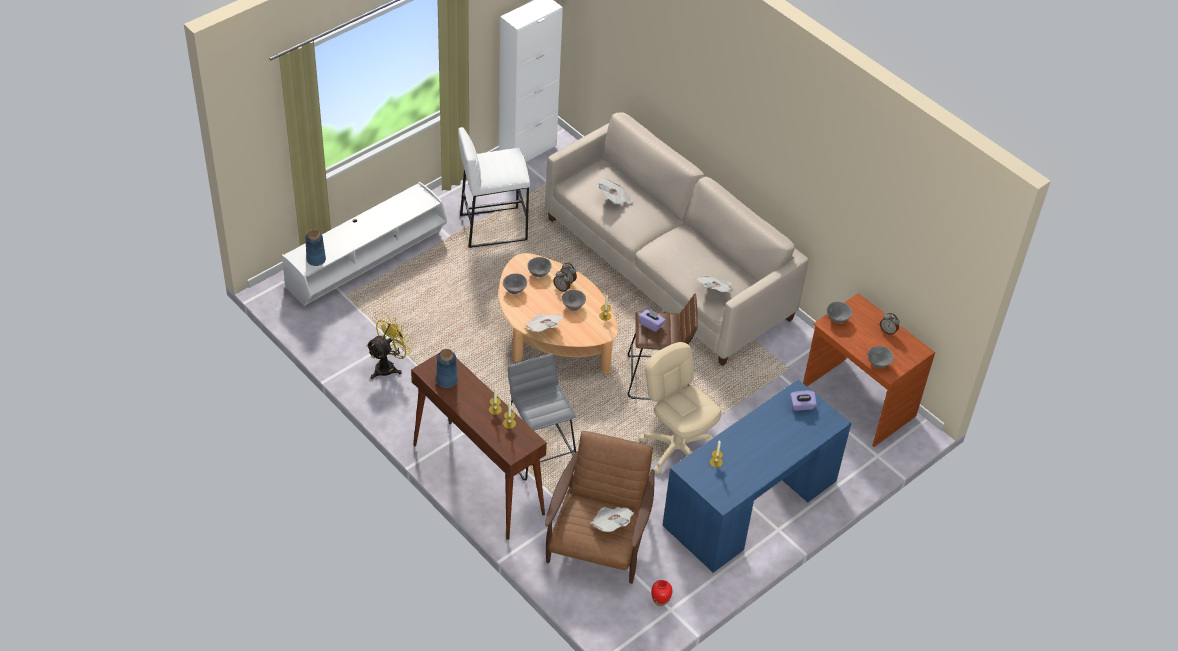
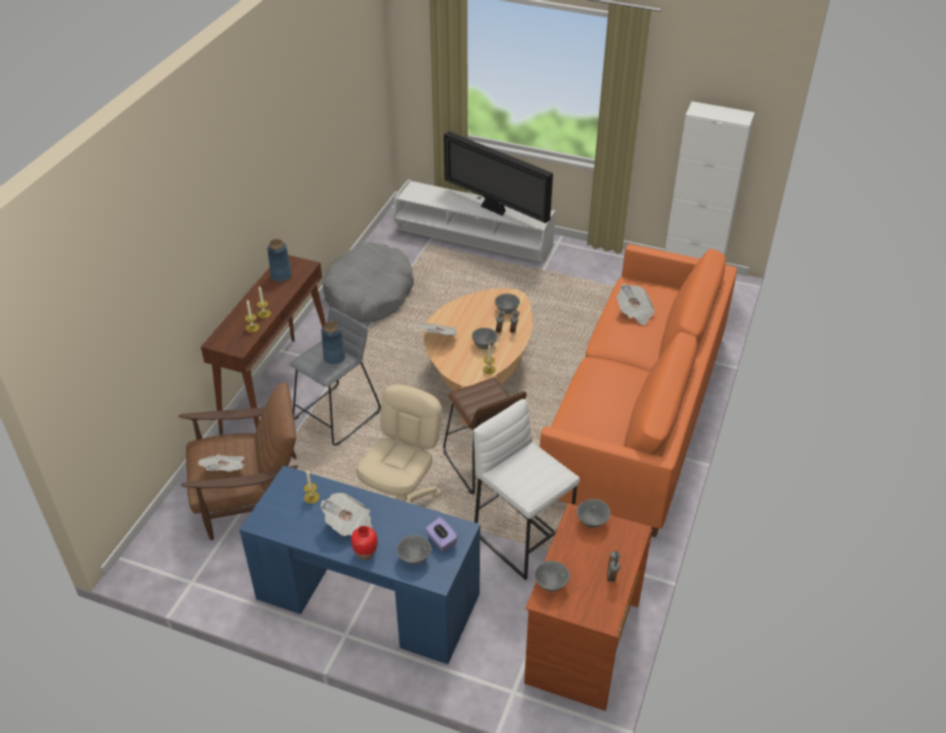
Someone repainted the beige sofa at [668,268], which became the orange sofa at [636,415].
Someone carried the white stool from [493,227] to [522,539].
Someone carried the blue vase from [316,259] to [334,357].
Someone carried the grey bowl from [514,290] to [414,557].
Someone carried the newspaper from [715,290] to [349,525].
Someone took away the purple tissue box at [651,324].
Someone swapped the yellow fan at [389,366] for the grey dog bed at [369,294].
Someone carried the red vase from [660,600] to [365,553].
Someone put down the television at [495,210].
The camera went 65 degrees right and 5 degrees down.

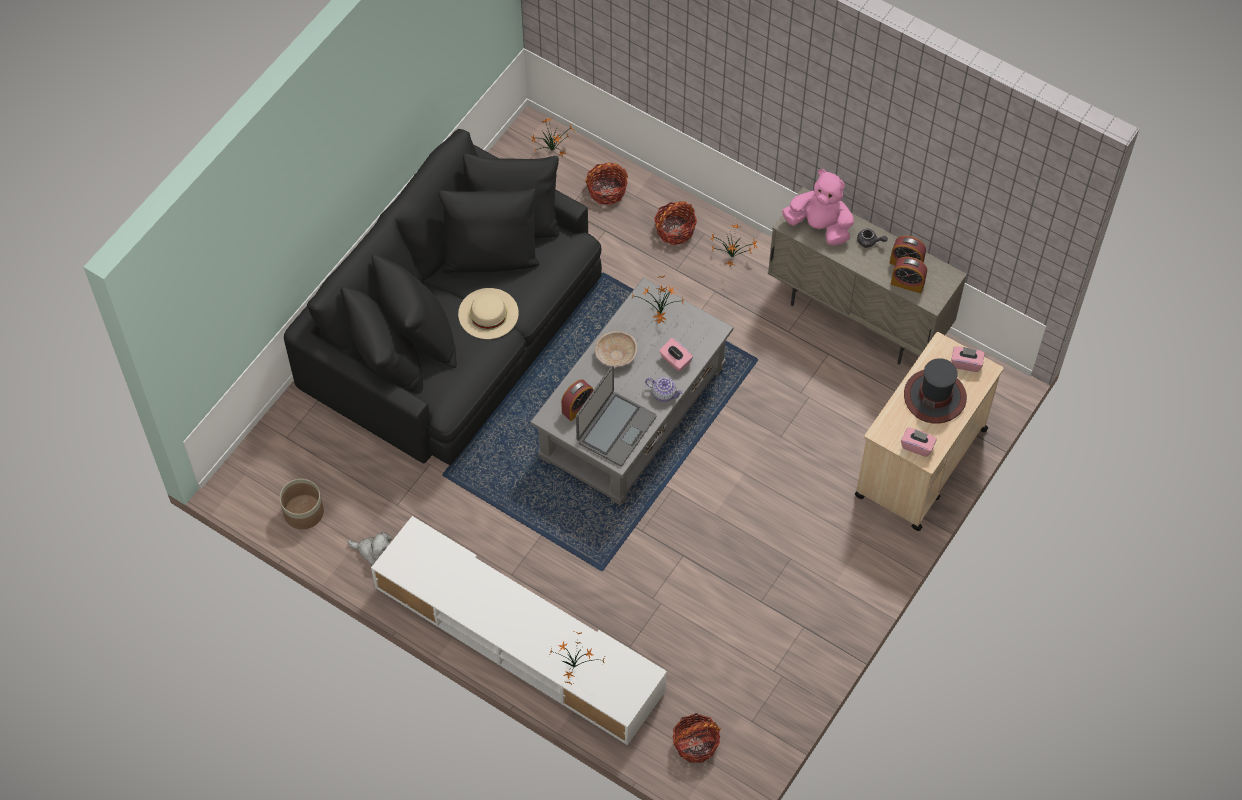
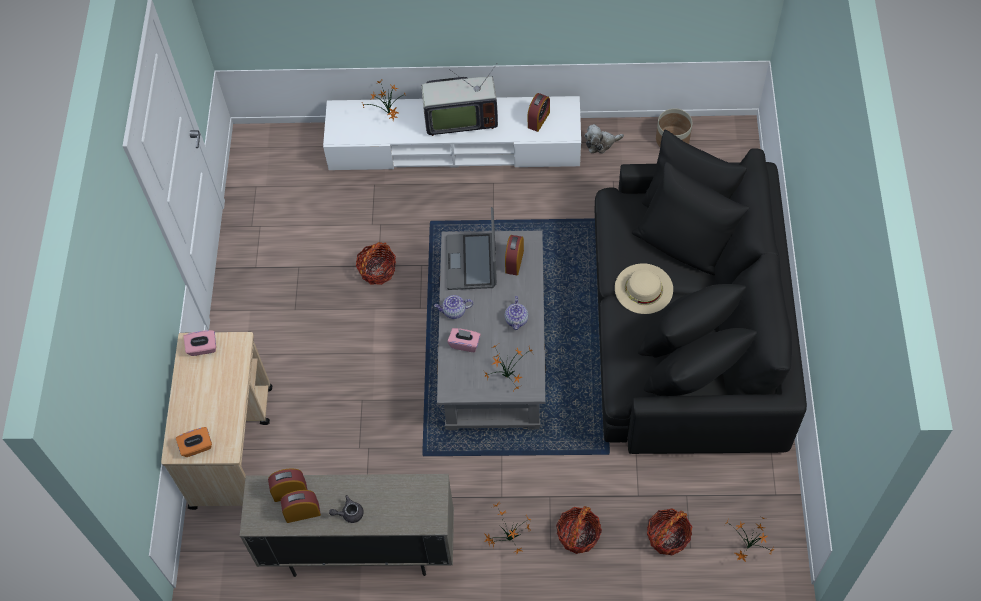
Someone took away the pink plush toy at [819,226].
Someone swapped the beige bowl at [615,355] for the teapot at [517,320].
Someone repainted the pink tissue box at [966,363], which became the orange tissue box at [197,447].
Someone took away the hat at [935,396].
Someone carried the basket from [695,744] to [377,270].
Someone put down the television at [459,119].
Someone put down the alarm clock at [538,120].
The camera went 150 degrees right and 0 degrees up.

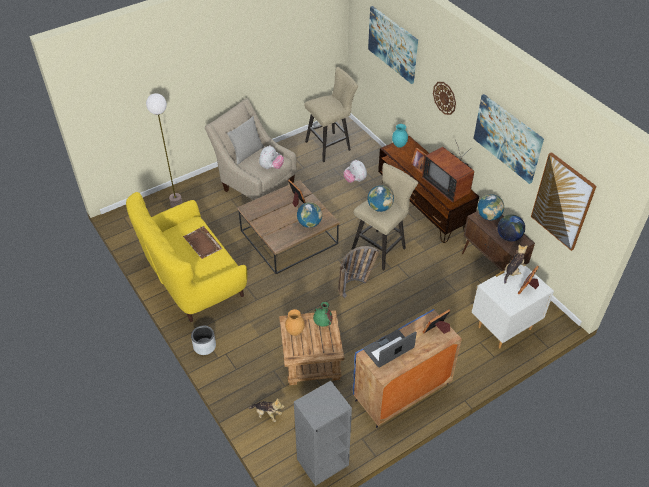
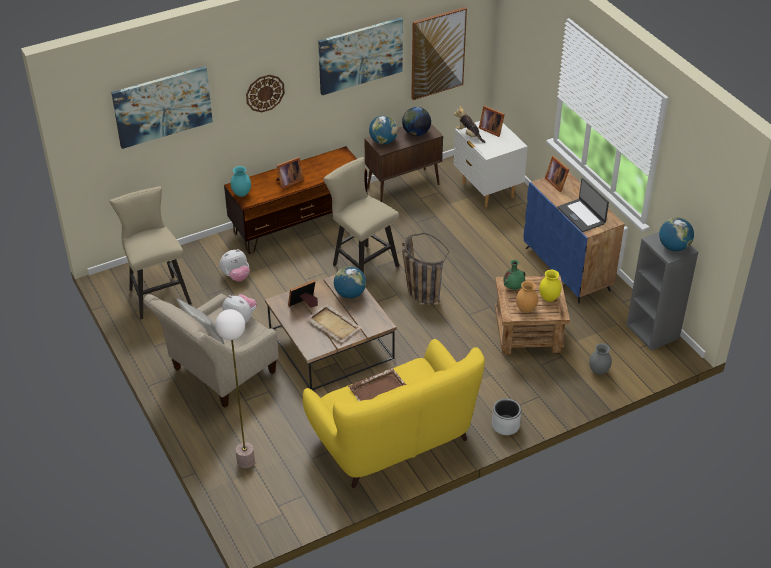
Someone took away the television at [447,186].
Someone carried the globe from [379,207] to [673,247].
Someone swapped the plush toy at [267,414] for the grey vase at [598,371].
Someone put down the yellow vase at [549,298].
Someone put down the beige tray at [333,324].
The camera went 85 degrees left and 5 degrees down.

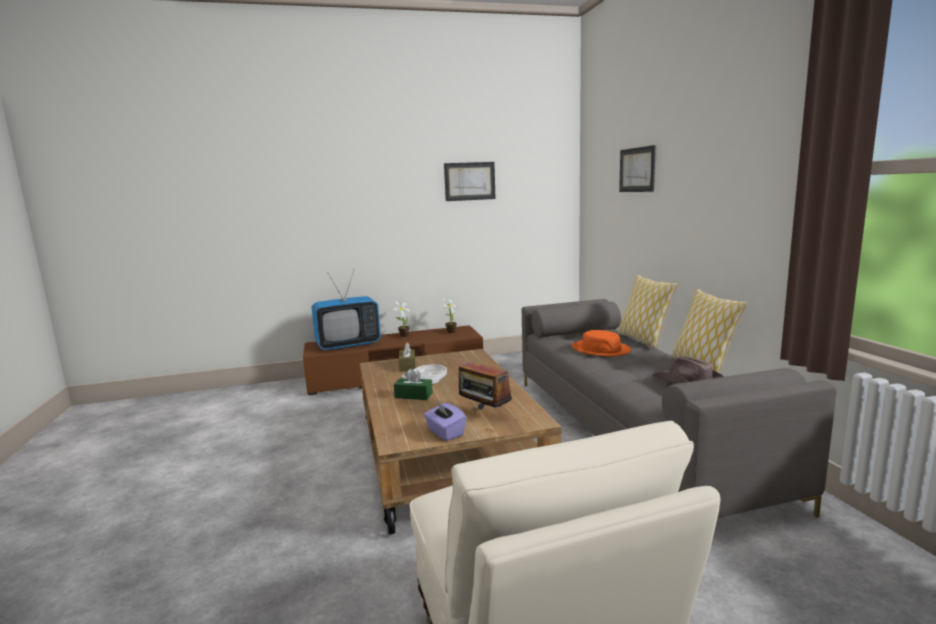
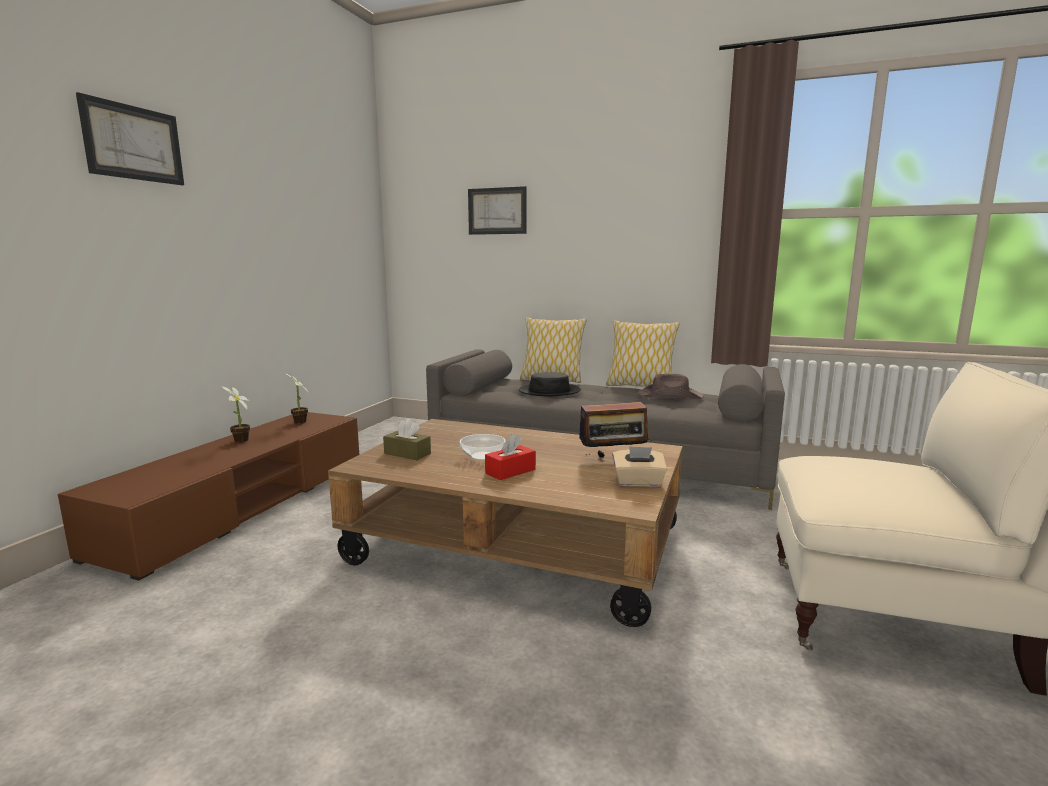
Someone carried the picture from [469,181] to [133,143].
Someone took away the television at [348,345].
Someone repainted the orange hat at [601,349], which became the black hat at [549,391].
Someone repainted the green tissue box at [413,395], which became the red tissue box at [510,471].
Someone repainted the purple tissue box at [445,433], which became the beige tissue box at [638,482].
The camera went 55 degrees left and 0 degrees up.

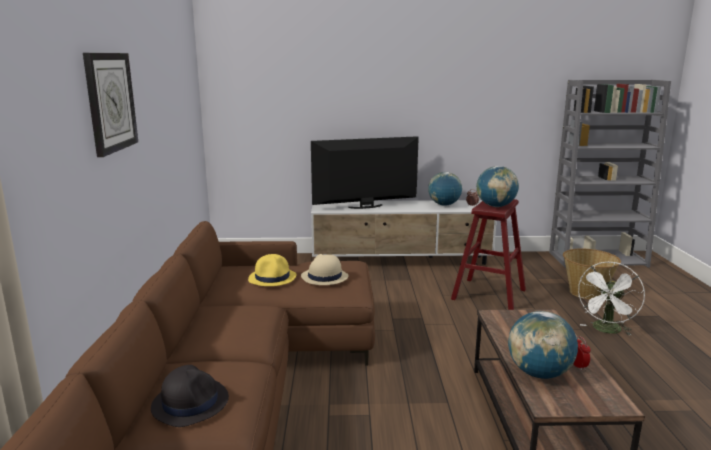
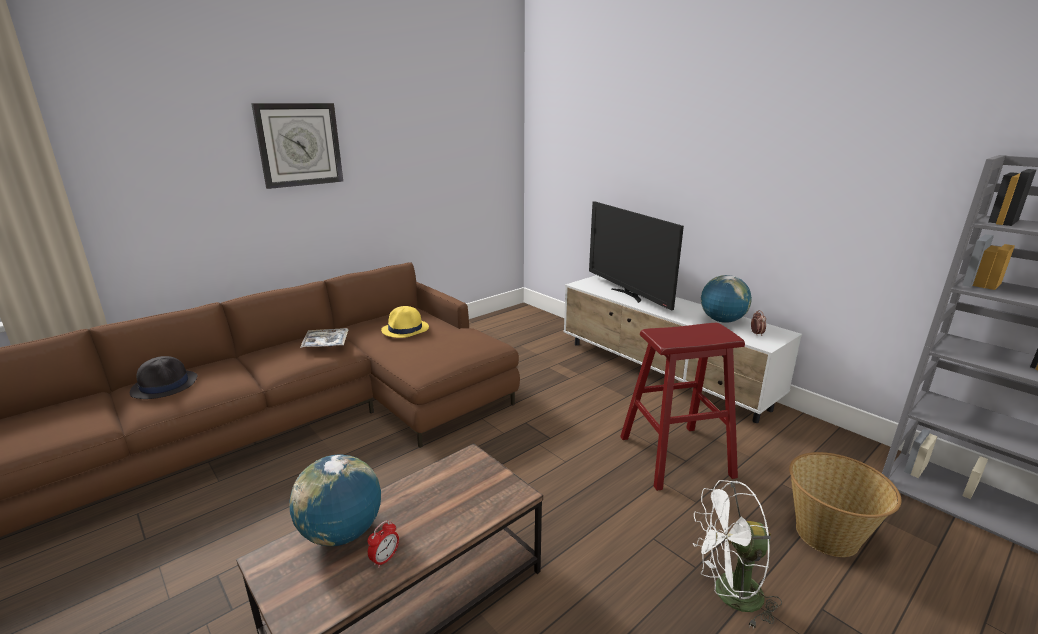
Someone rotated the television at [366,207] by 150 degrees counterclockwise.
Someone took away the globe at [495,206].
Someone took away the beige hat at [324,277].
Someone put down the tray at [326,343].
The camera went 50 degrees right and 5 degrees up.

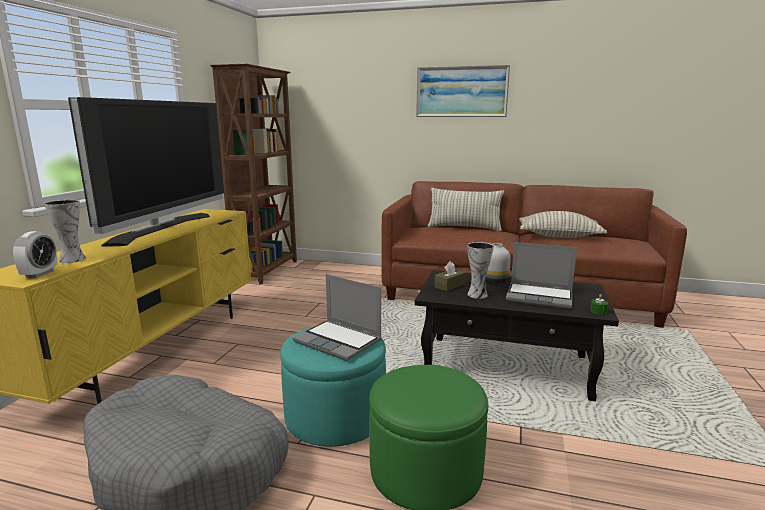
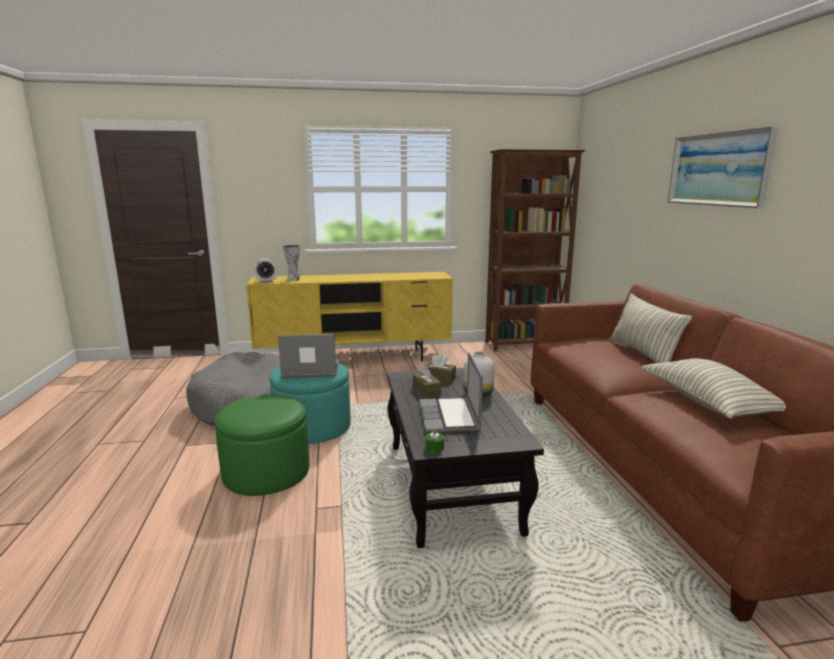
Someone took away the television at [162,228].
Someone swapped the vase at [478,294] for the brown tissue box at [426,391].
Someone rotated the laptop at [339,341] by 75 degrees clockwise.
The camera went 65 degrees right and 0 degrees up.

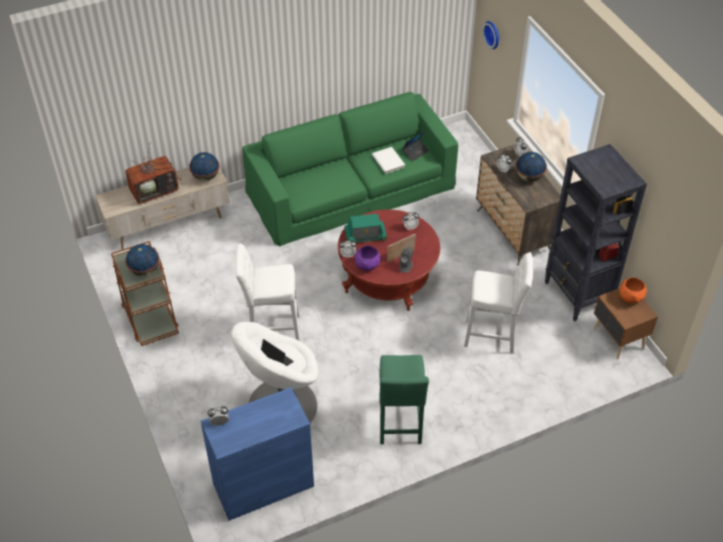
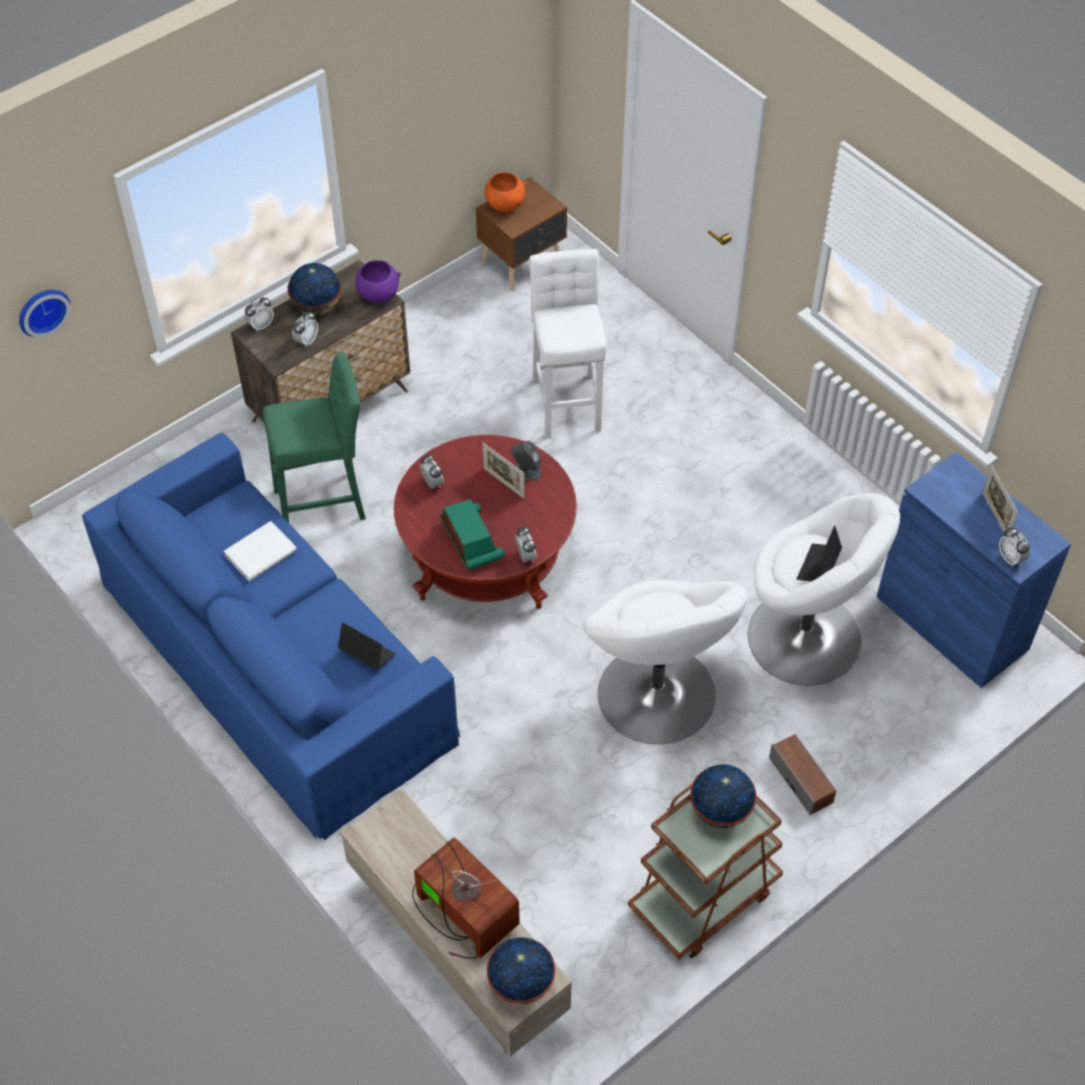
Someone repainted the green sofa at [351,188], which became the blue sofa at [275,659].
Someone carried the laptop from [415,152] to [367,654].
Someone took away the black bookcase at [577,295].
Someone carried the globe from [205,177] to [520,984].
Someone swapped the white stool at [271,328] for the white armchair at [656,696].
Someone carried the purple bowl from [367,266] to [378,295].
Someone carried the green stool from [400,425] to [325,502].
Someone put down the picture frame at [995,516].
Someone put down the speaker at [801,780].
The camera went 105 degrees left and 5 degrees up.

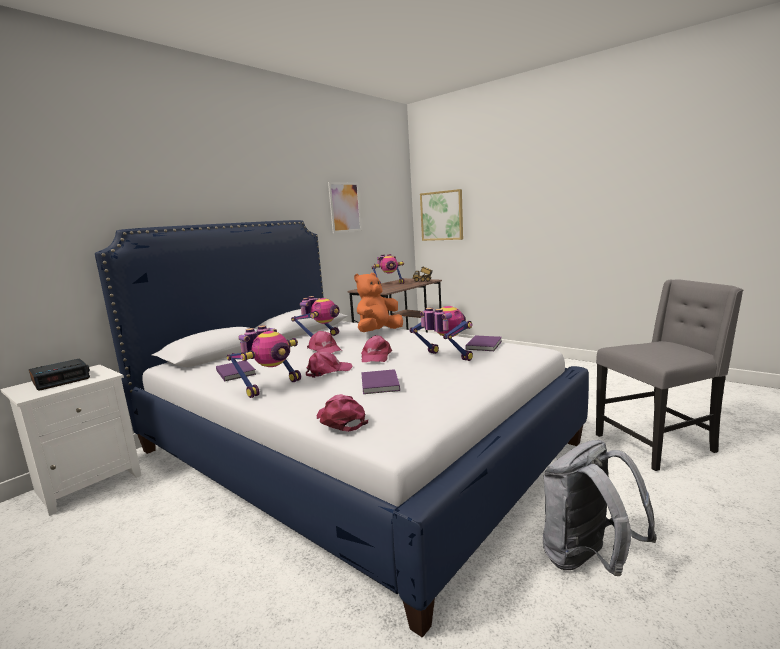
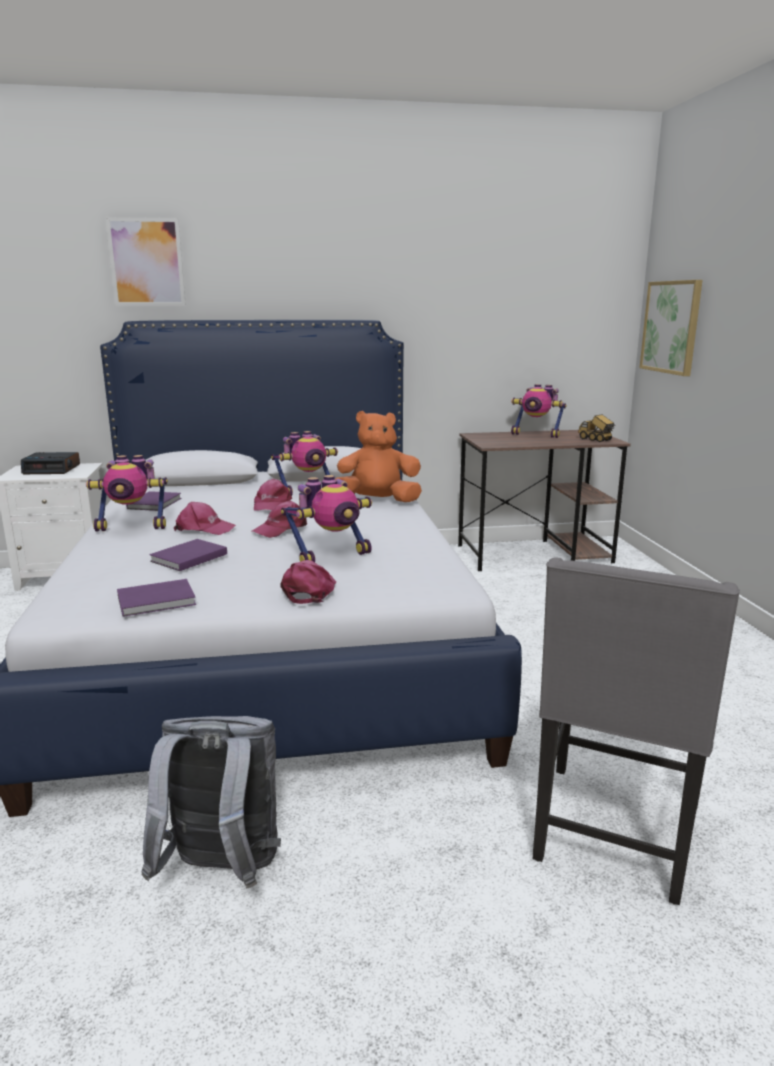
Someone carried the picture from [345,207] to [146,262].
Someone rotated the grey chair at [657,444] by 90 degrees clockwise.
Someone rotated the toy robot at [444,358] by 60 degrees clockwise.
Someone carried the purple book from [485,345] to [158,601].
Someone carried the pink cap from [341,420] to [310,590].
The camera went 40 degrees right and 5 degrees up.

